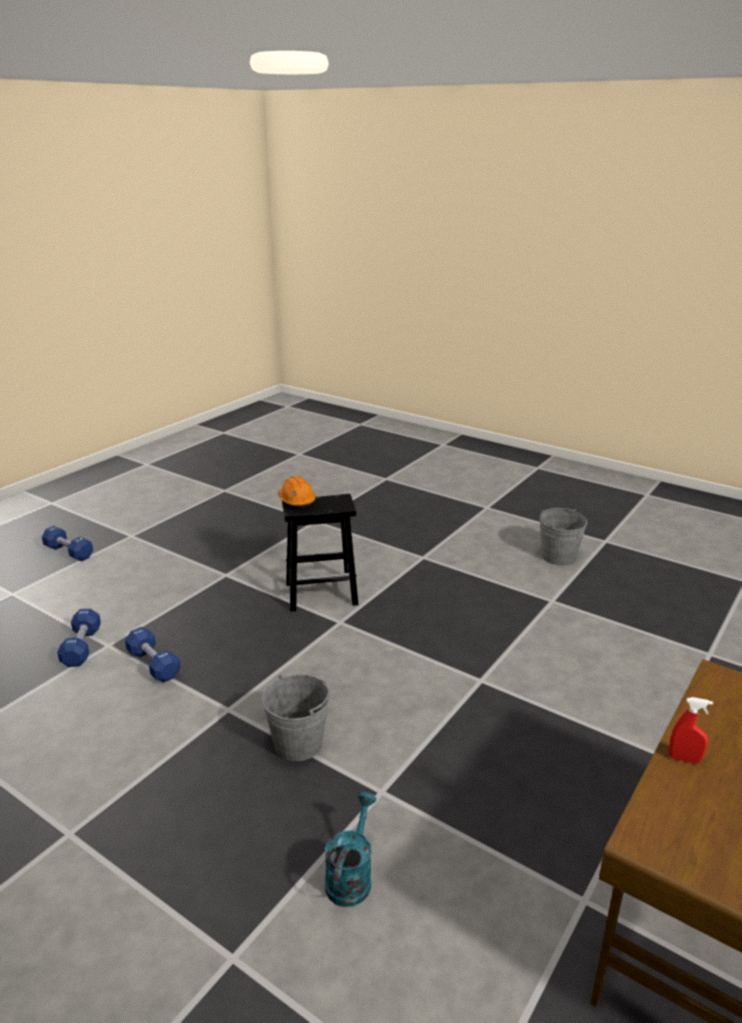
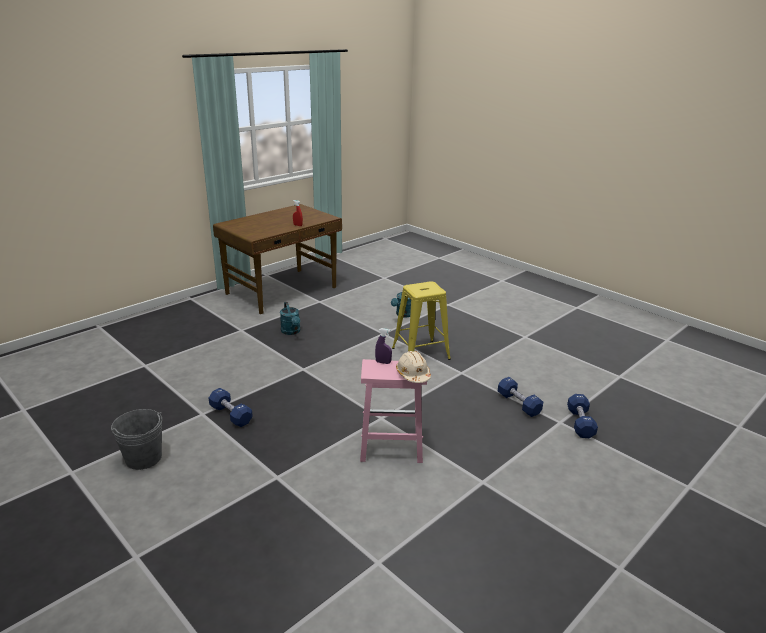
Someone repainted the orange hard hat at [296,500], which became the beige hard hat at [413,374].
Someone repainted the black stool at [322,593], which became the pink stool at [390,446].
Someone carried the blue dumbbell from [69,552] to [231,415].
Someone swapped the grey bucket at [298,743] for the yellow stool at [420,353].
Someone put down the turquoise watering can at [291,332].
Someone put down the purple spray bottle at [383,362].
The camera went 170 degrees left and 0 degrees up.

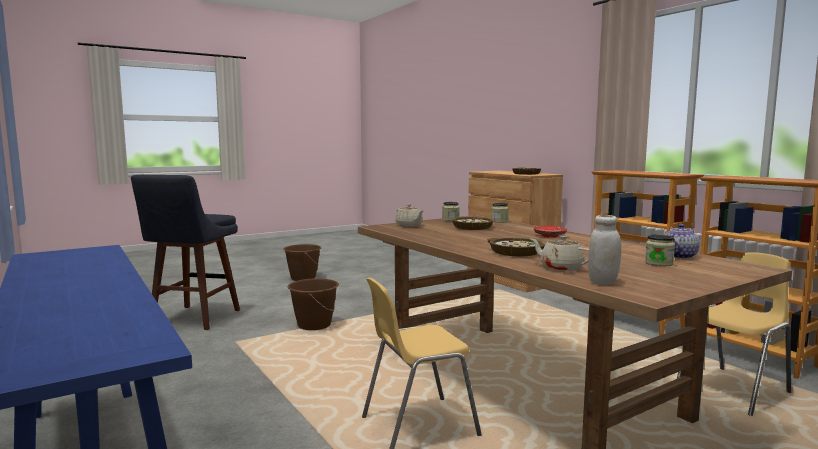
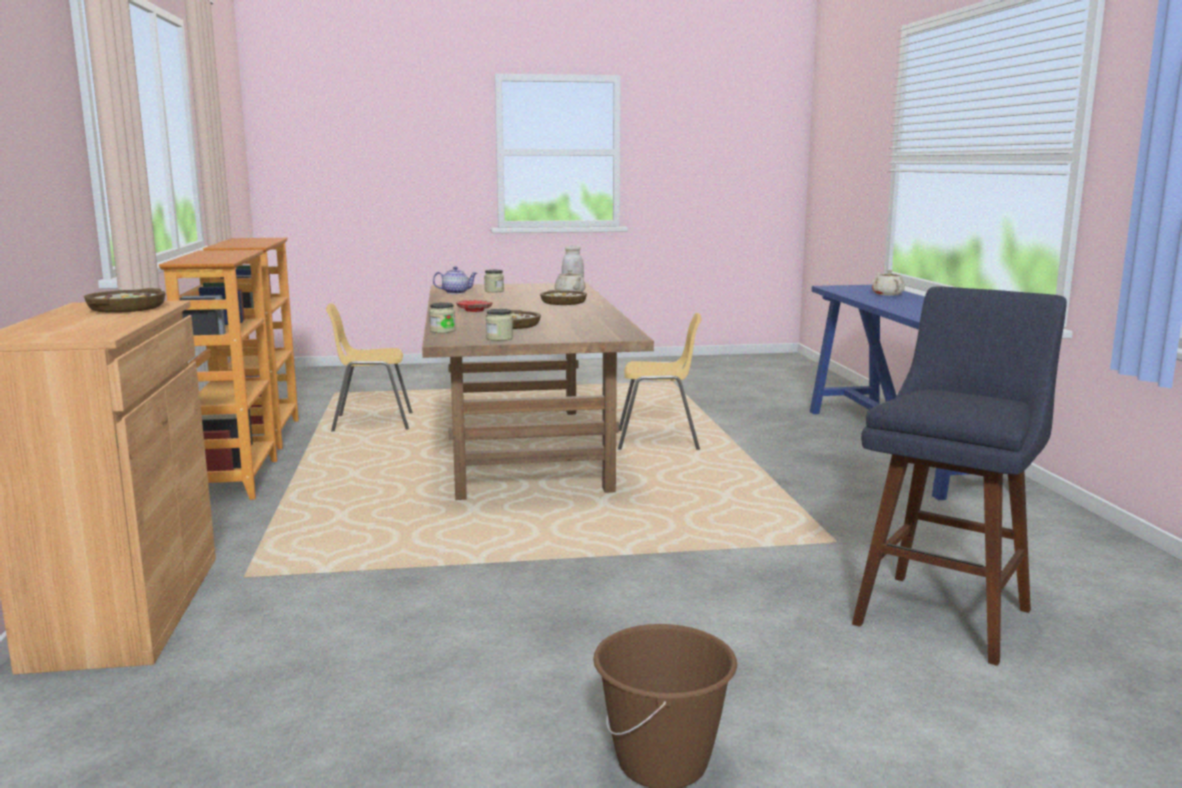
Someone carried the beige teapot from [409,225] to [887,294].
Someone took away the brown bucket at [314,325].
The camera went 155 degrees left and 5 degrees up.

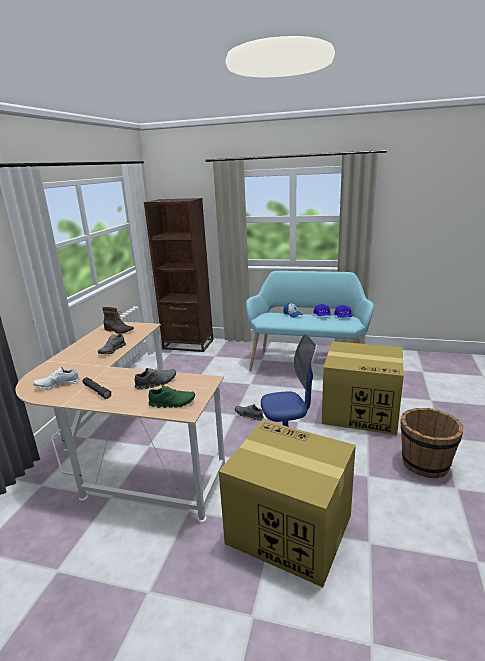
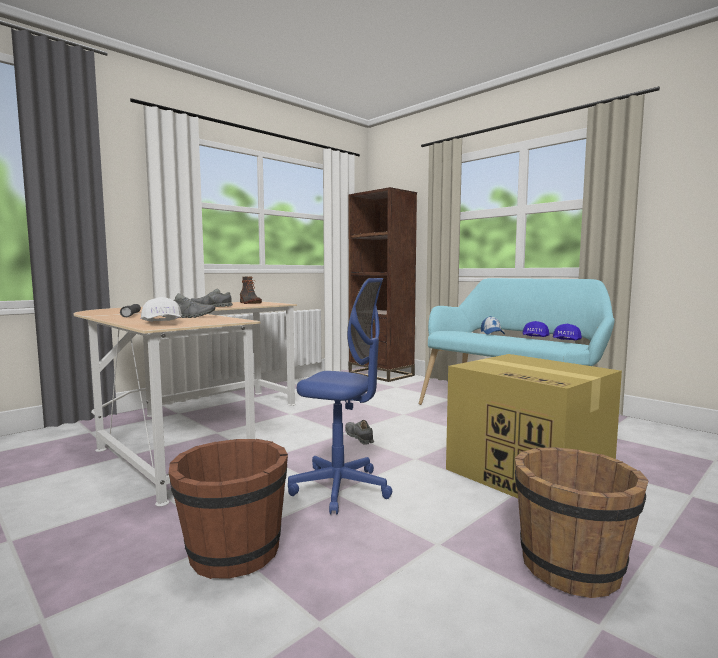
Someone took away the white shoe at [57,385].
Someone swapped the green shoe at [172,403] for the white cap at [162,323].
Someone swapped the cardboard box at [288,529] for the brown bucket at [233,553].
The camera went 30 degrees right and 15 degrees down.

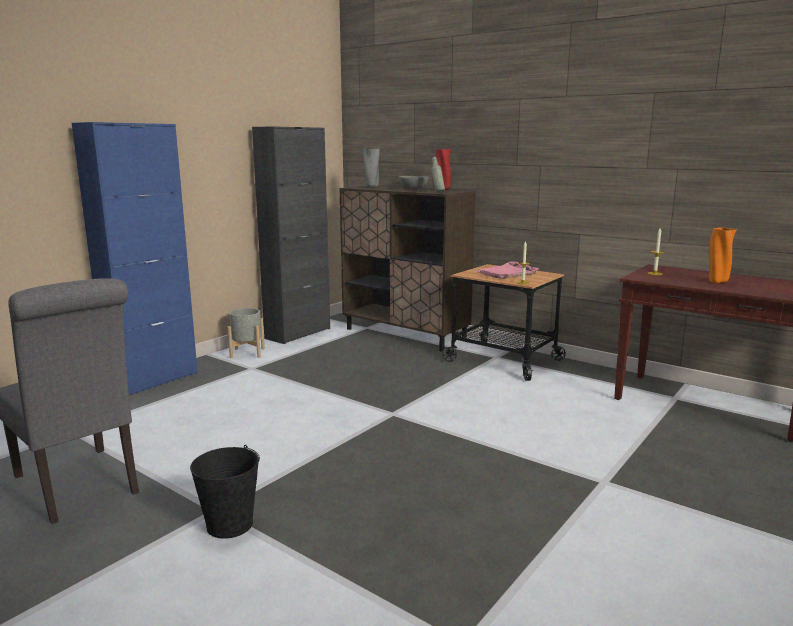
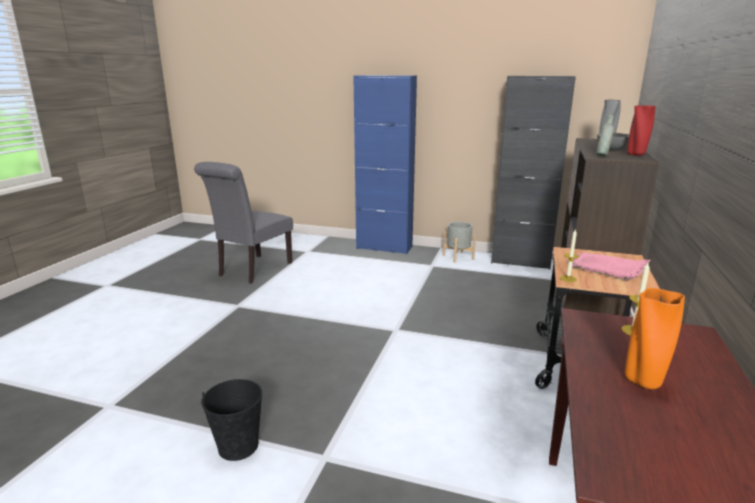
Someone carried the black bucket from [229,524] to [238,446].
The camera went 70 degrees right and 5 degrees up.

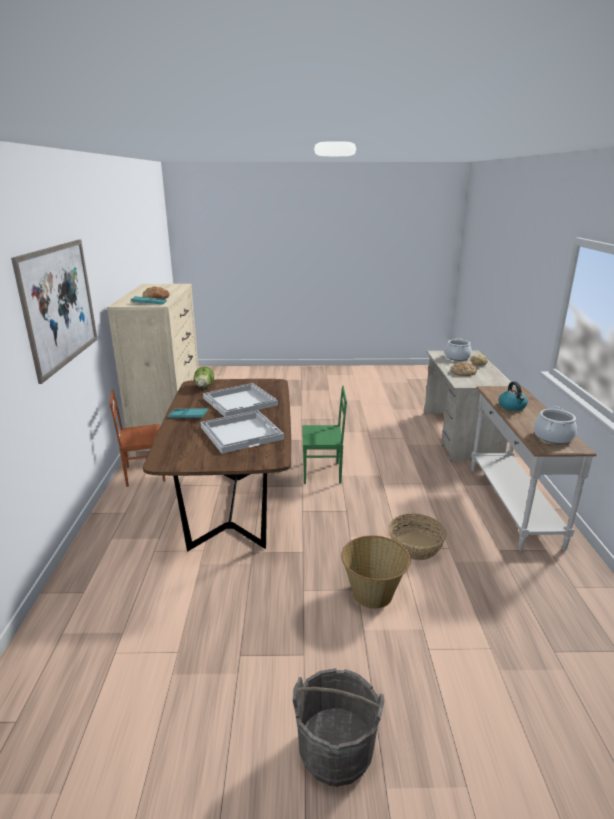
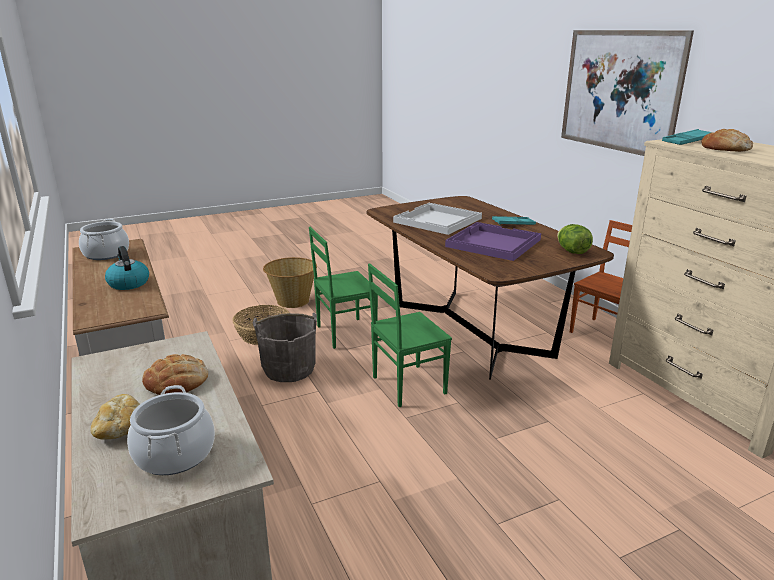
Someone repainted the white tray at [240,401], which became the purple tray at [492,243].
Someone carried the grey bucket from [335,751] to [289,369].
Someone put down the green chair at [345,332].
The camera went 155 degrees right and 0 degrees up.

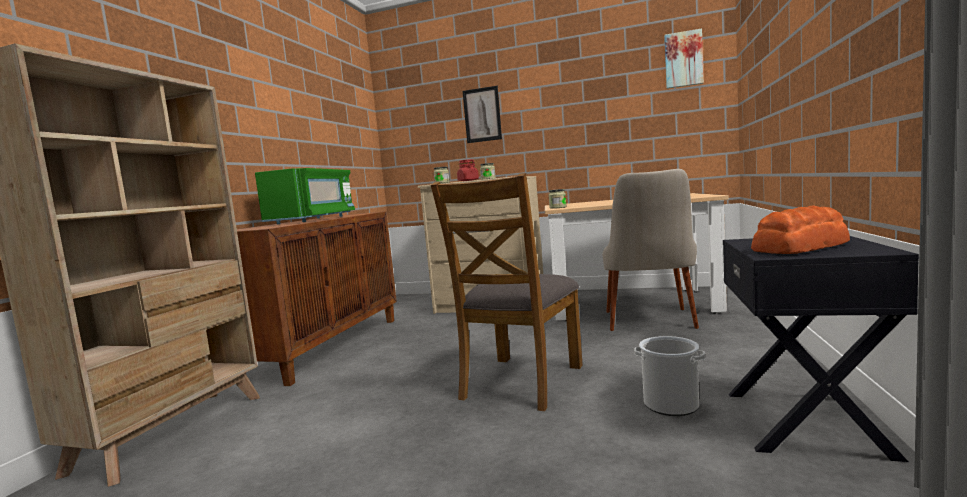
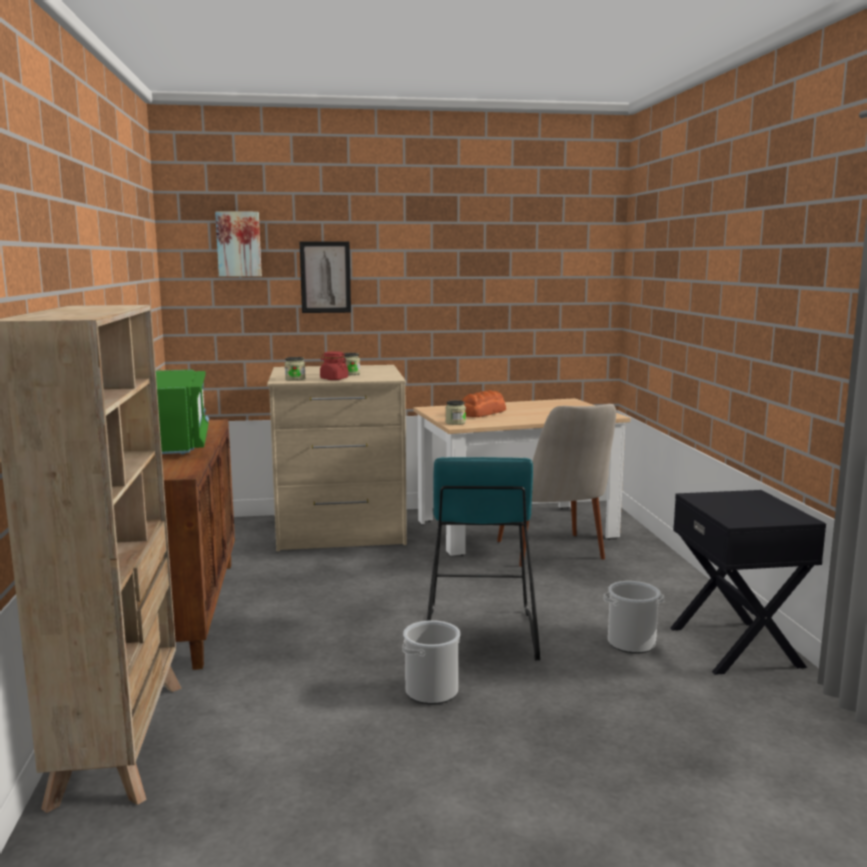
Someone carried the picture from [683,59] to [239,244].
Someone swapped the brown chair at [521,381] for the turquoise stool at [478,635].
Someone carried the bread from [801,247] to [483,413].
Someone put down the bucket at [431,691].
The camera went 25 degrees left and 5 degrees up.

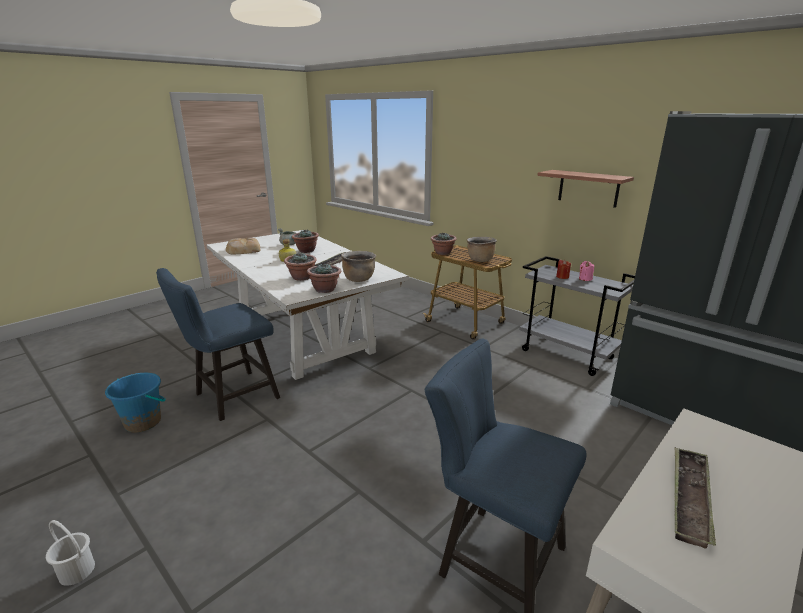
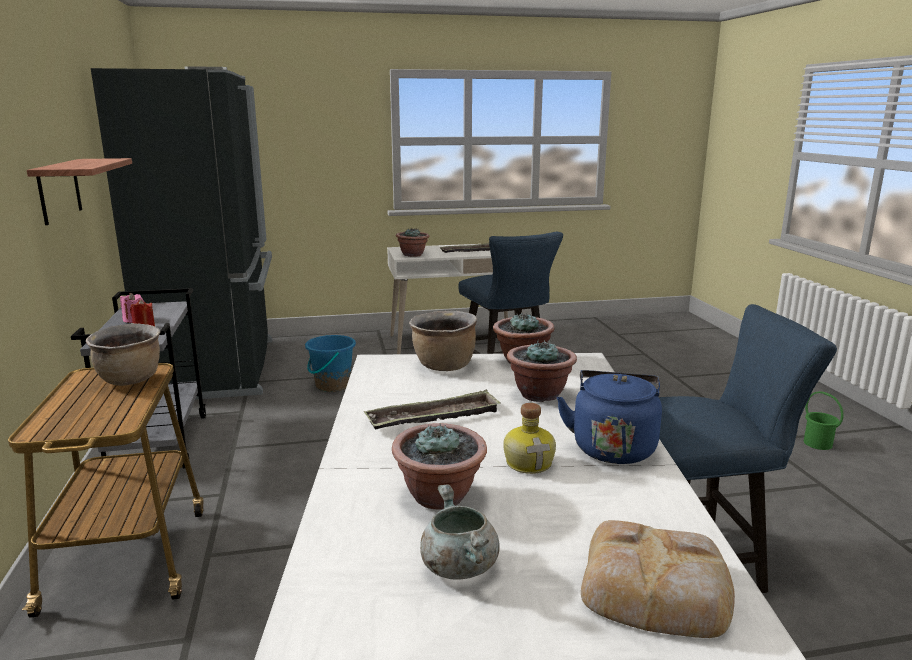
Someone carried the potted plant from [443,253] to [413,255].
Someone carried the blue bucket from [143,422] to [332,385].
Someone repainted the white bucket at [76,571], which became the green bucket at [818,443].
Someone put down the blue kettle at [613,447].
The camera went 145 degrees left and 5 degrees down.

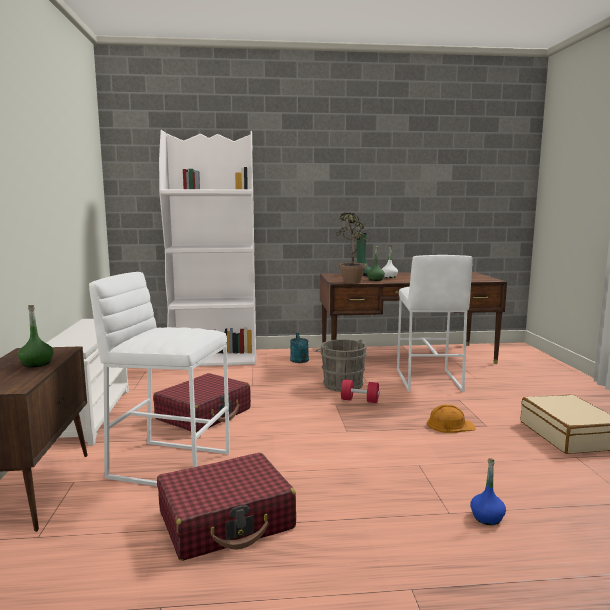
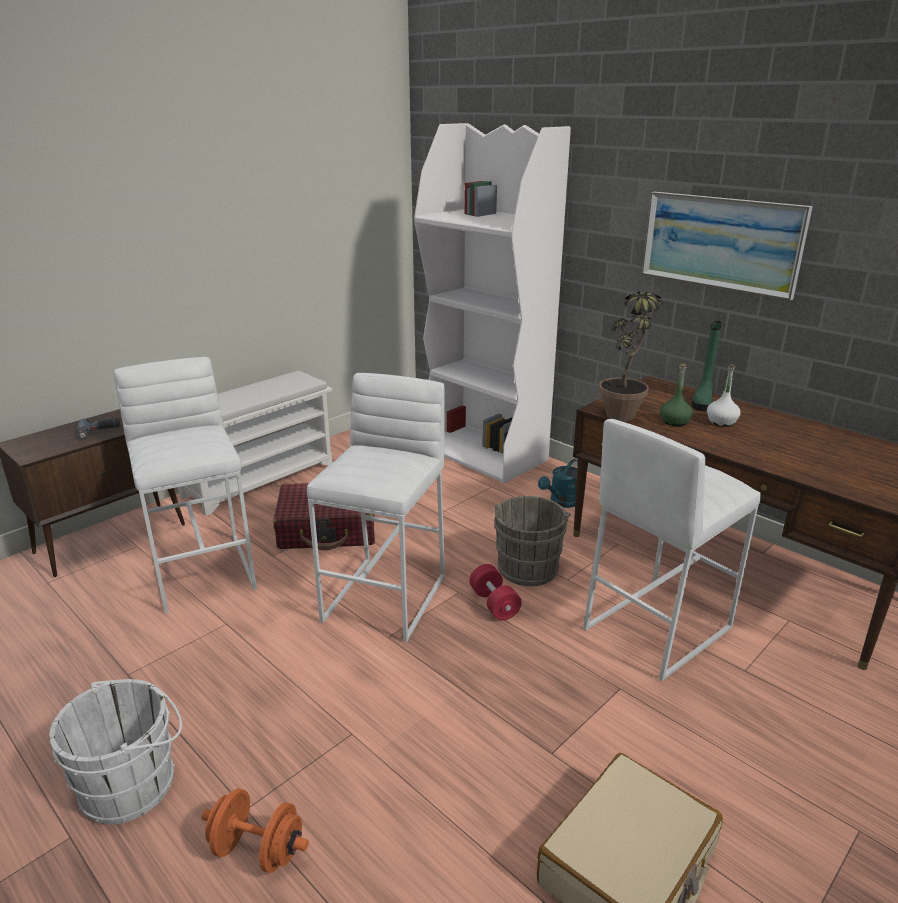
Someone swapped the green bottle at [37,364] for the power drill at [99,432].
Someone took away the orange hard hat at [450,425].
Someone took away the red suitcase at [226,520].
Someone swapped the blue bottle at [487,518] for the orange dumbbell at [257,850].
Someone put up the picture at [721,243].
Someone put down the white stool at [387,597].
Someone put down the white bucket at [134,783].
The camera went 50 degrees right and 15 degrees up.

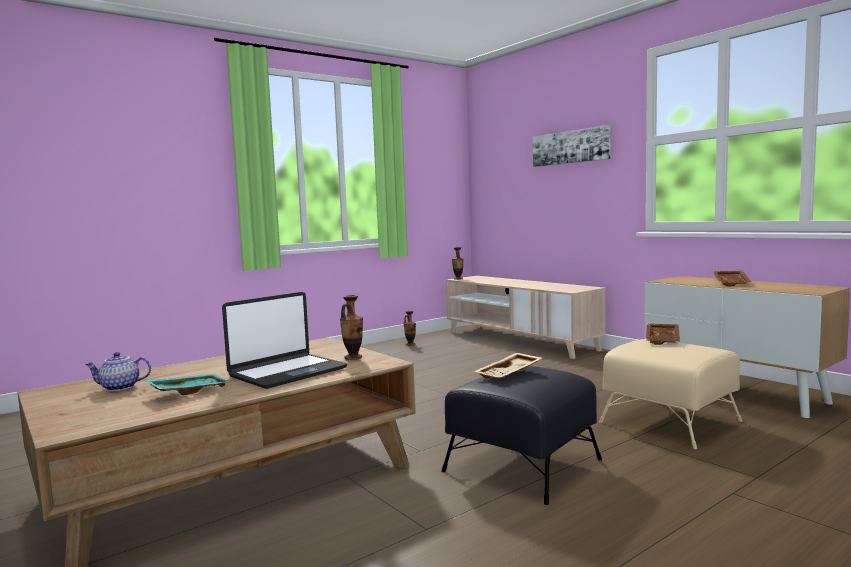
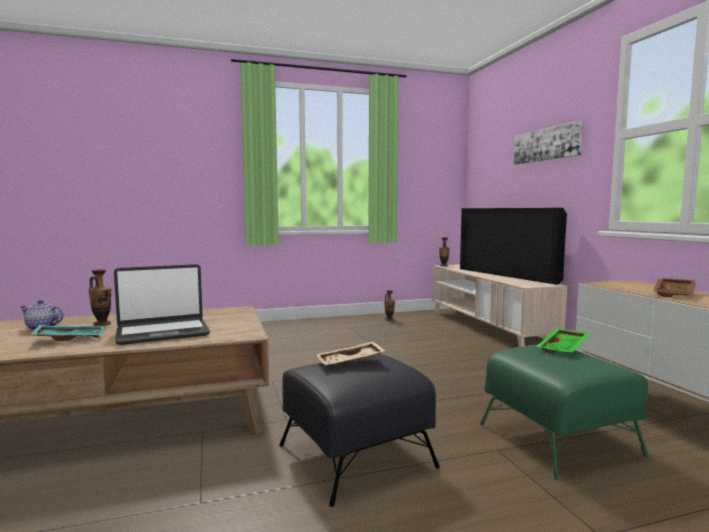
Someone carried the vase from [353,358] to [102,324].
Someone repainted the brown tray at [663,340], which became the green tray at [564,348].
Someone repainted the beige ottoman at [670,422], which became the green ottoman at [558,439].
Someone put down the television at [508,275].
The camera went 20 degrees right and 0 degrees up.

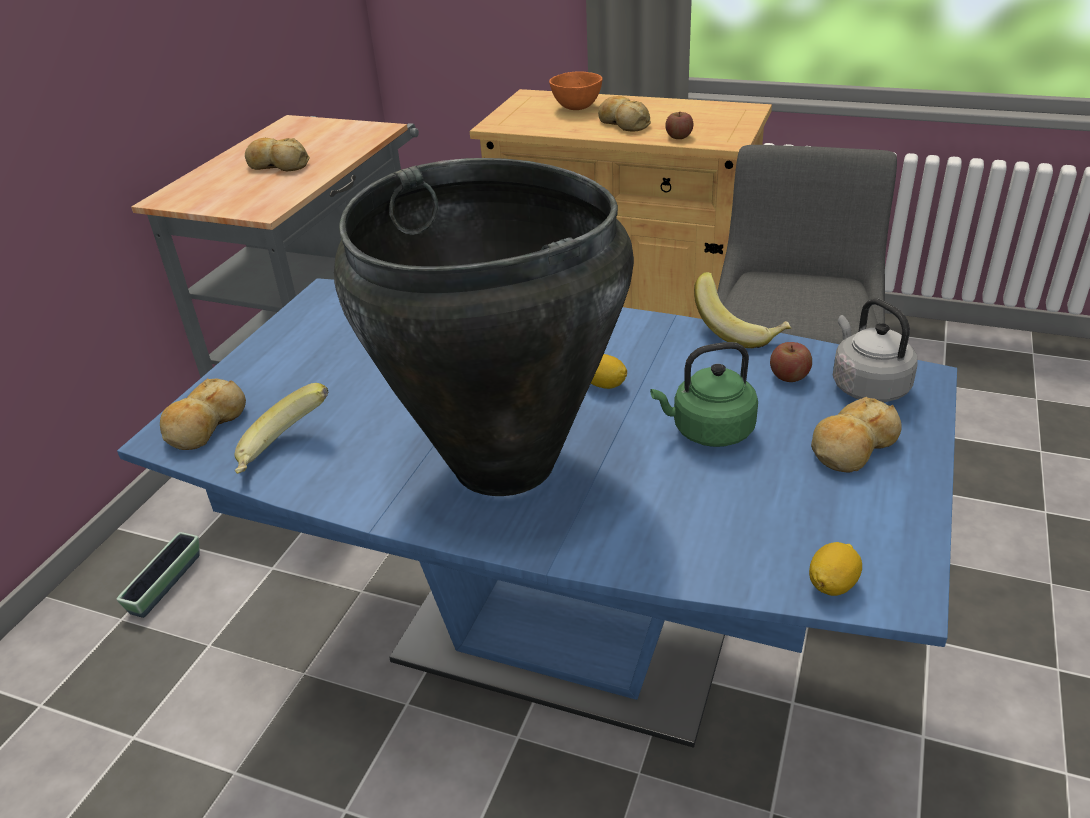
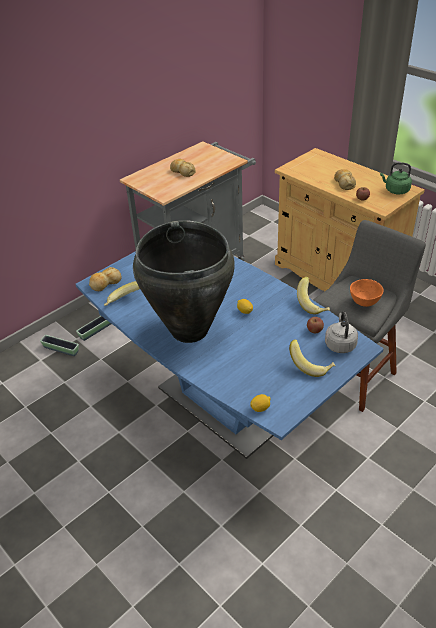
Someone carried the orange bowl from [576,108] to [364,302].
Someone carried the green kettle from [708,431] to [395,190].
Someone swapped the bread at [852,447] for the banana at [311,365].
Someone put down the planter at [61,349].
The camera went 25 degrees right and 5 degrees up.

